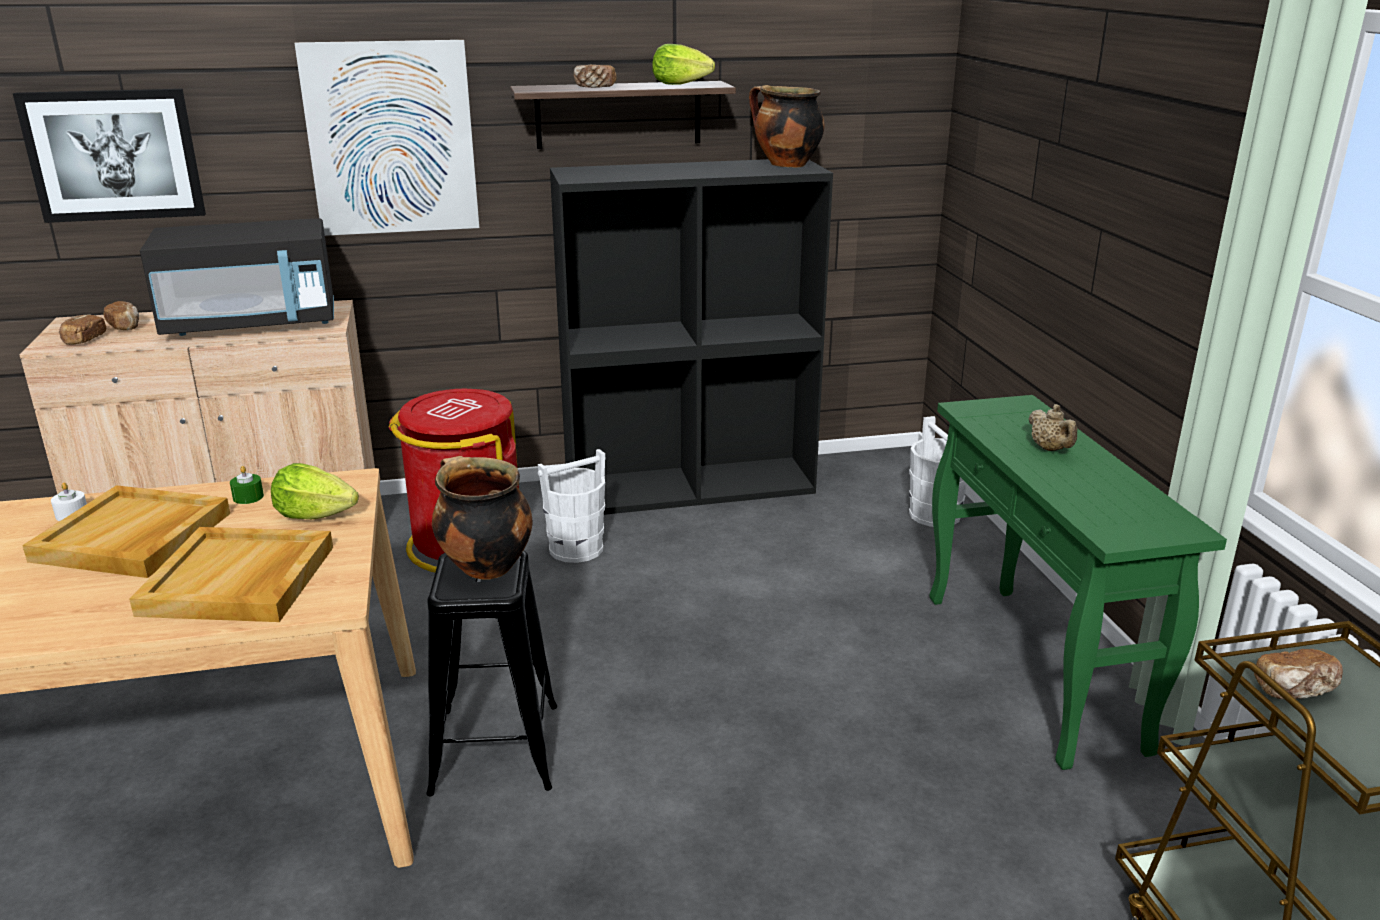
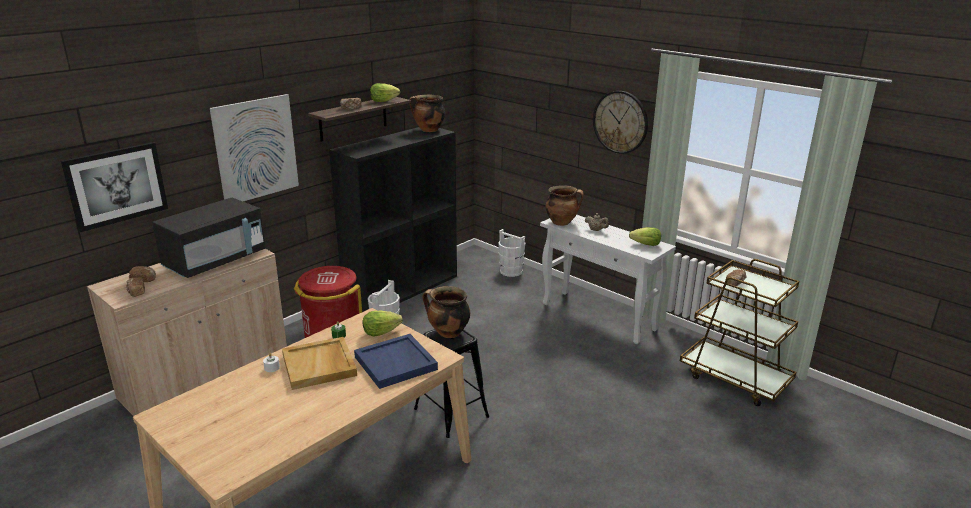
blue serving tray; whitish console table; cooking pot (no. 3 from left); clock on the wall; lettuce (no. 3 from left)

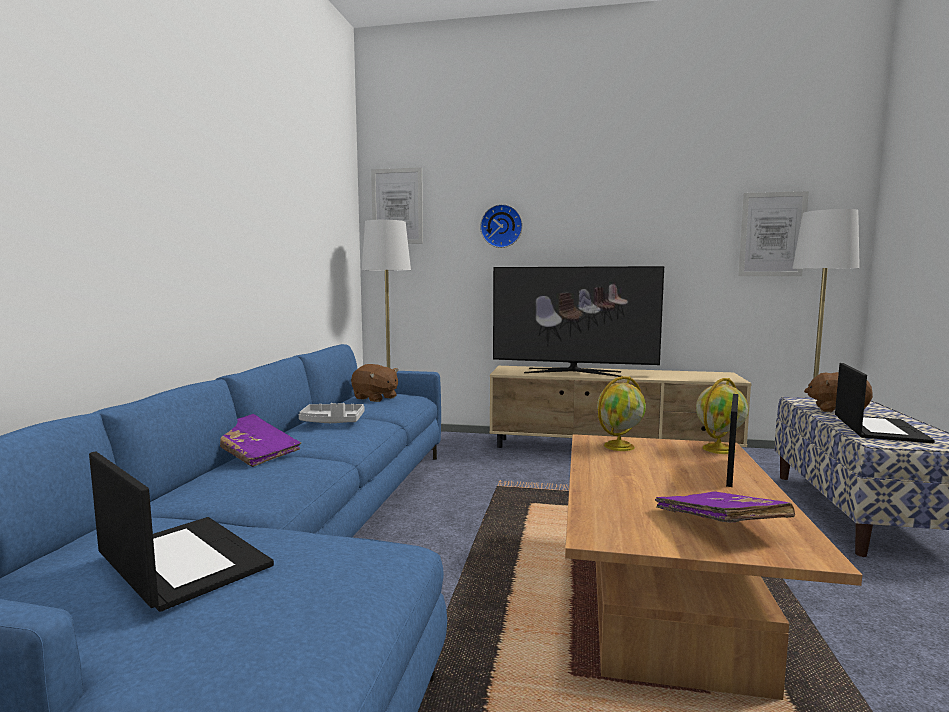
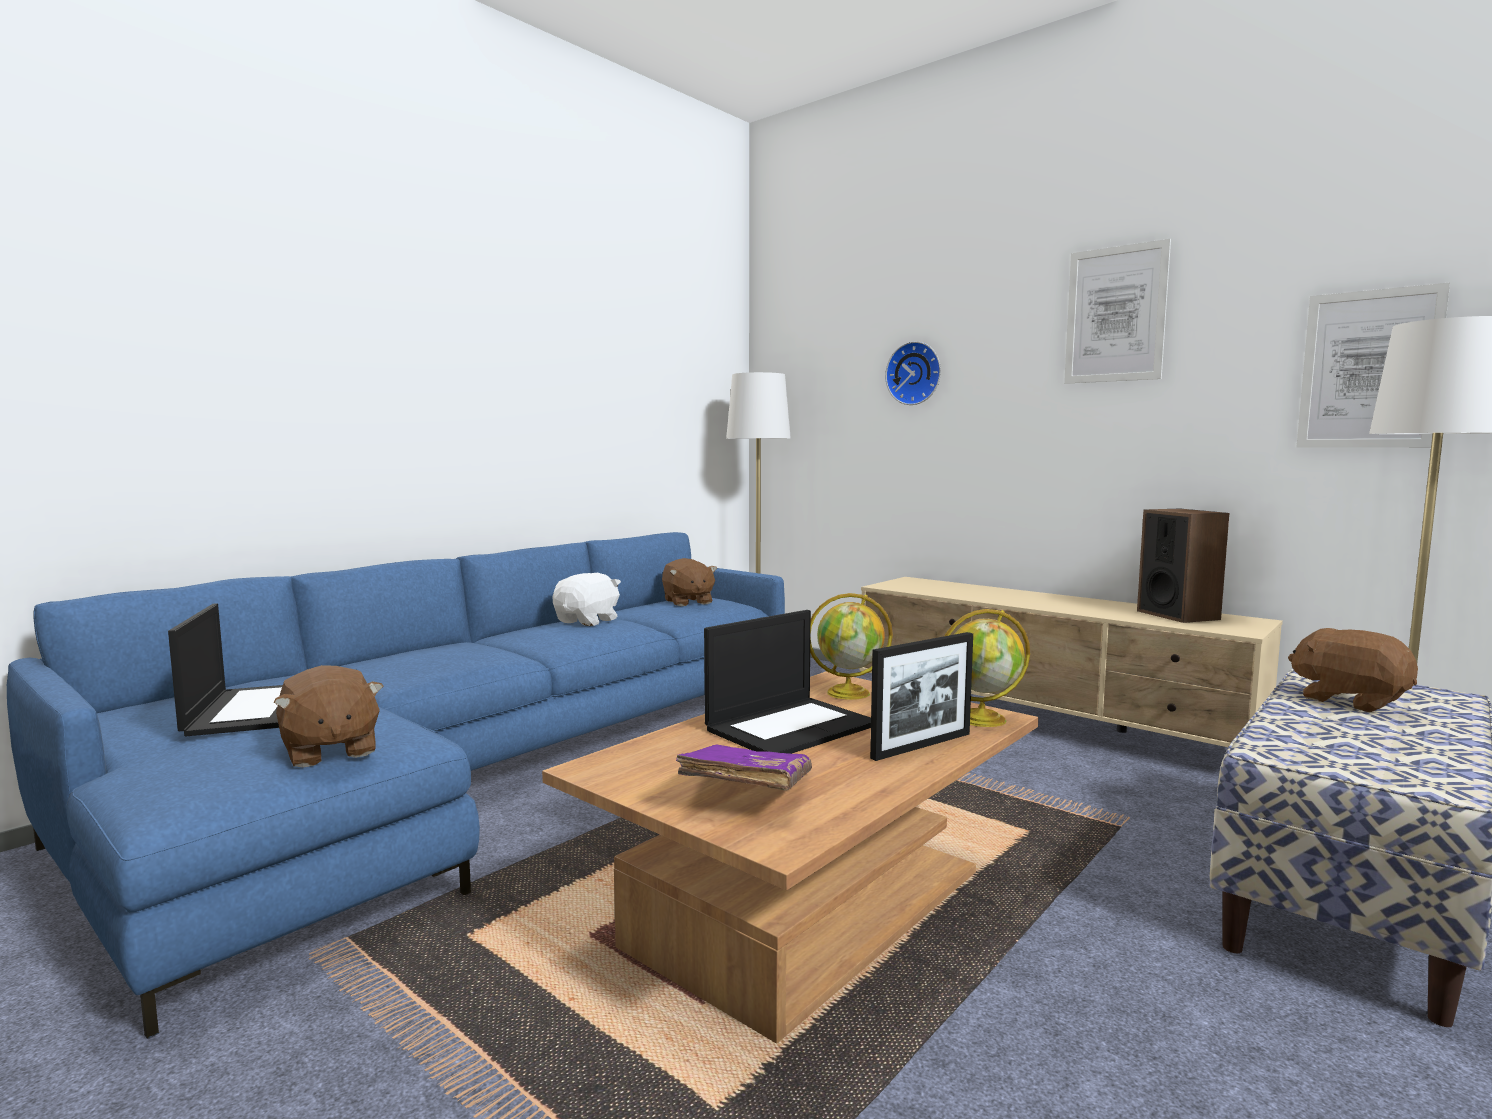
purplish book (no. 1 from left in the first image); whitish soft toy; wall art (no. 1 from left); TV set; notebook computer (no. 2 from left); brownish soft toy (no. 1 from left); speaker

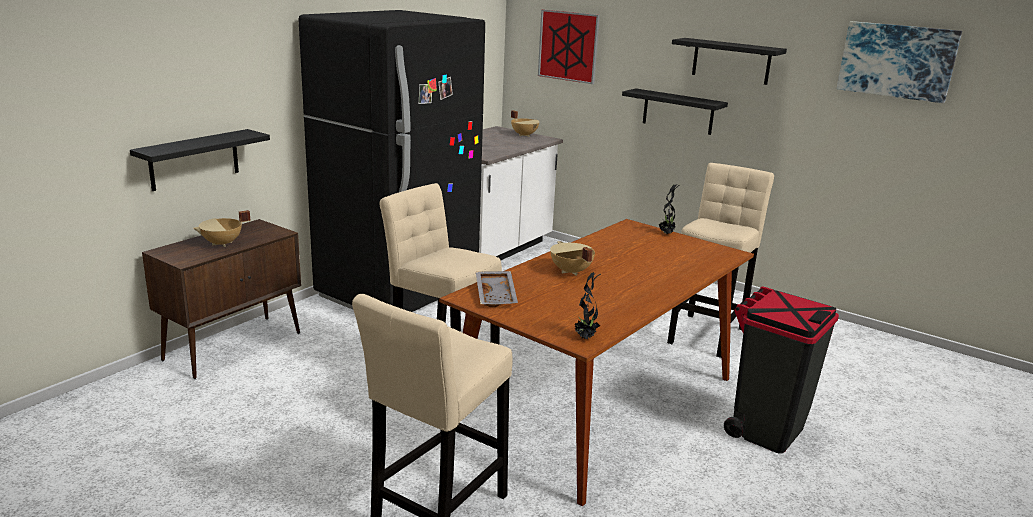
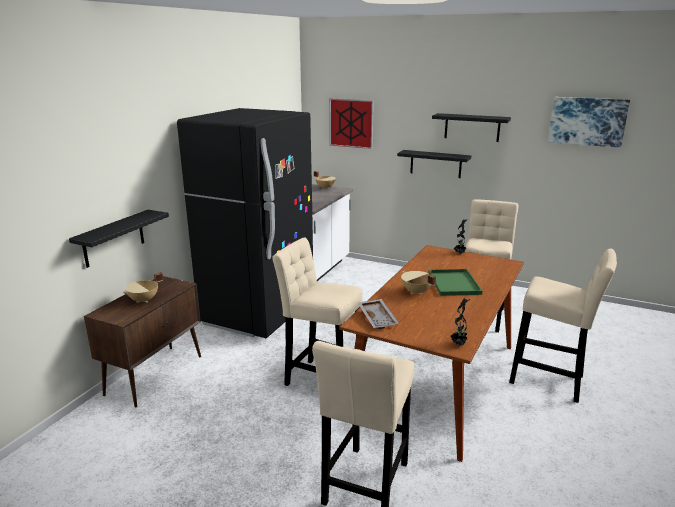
beige stool seat (no. 4 from left); green serving tray

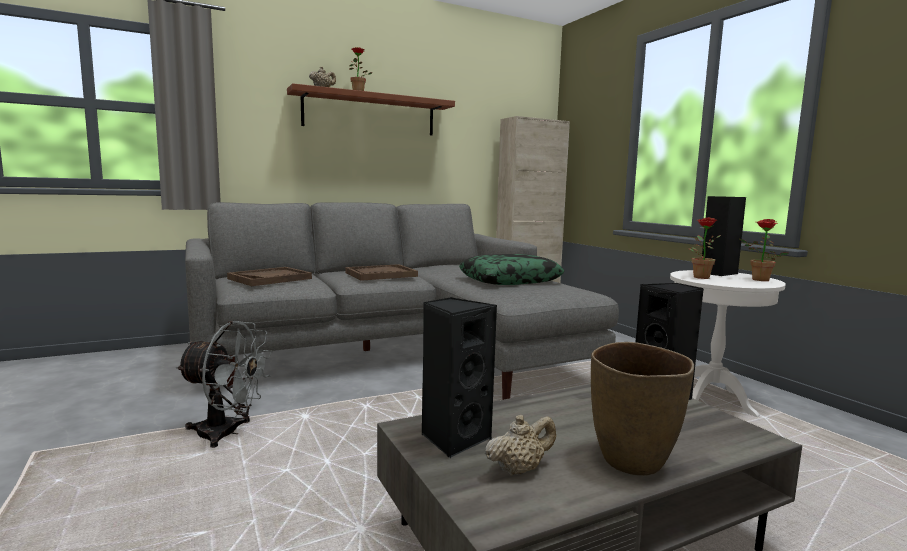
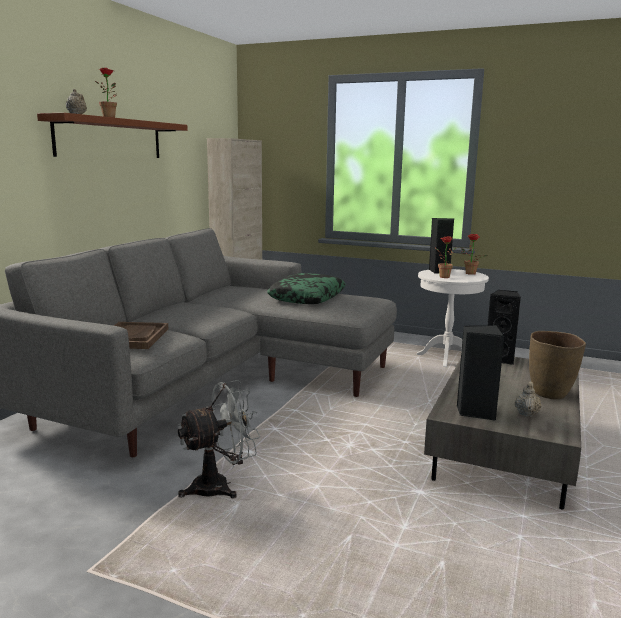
brownish serving tray (no. 2 from left in the first image)

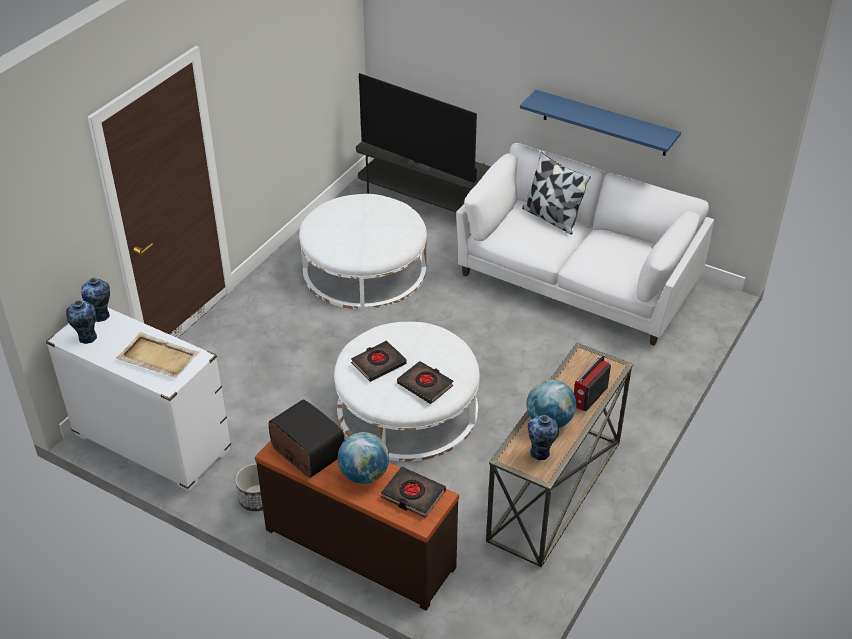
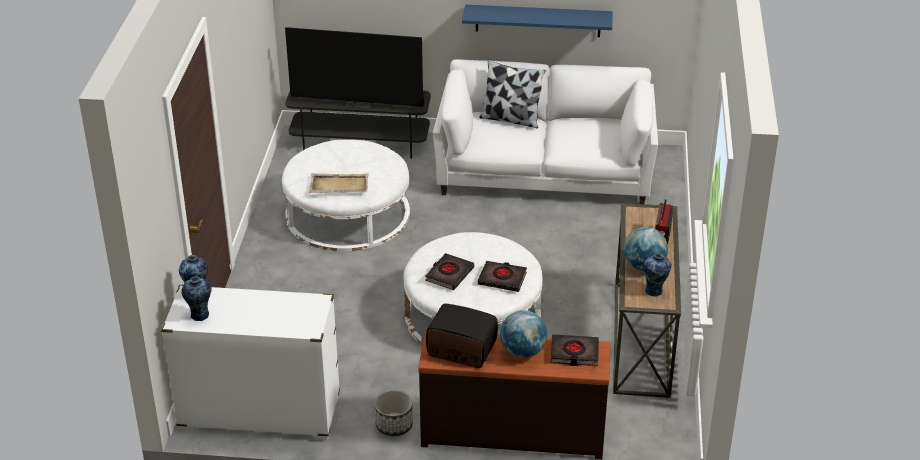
beige serving tray

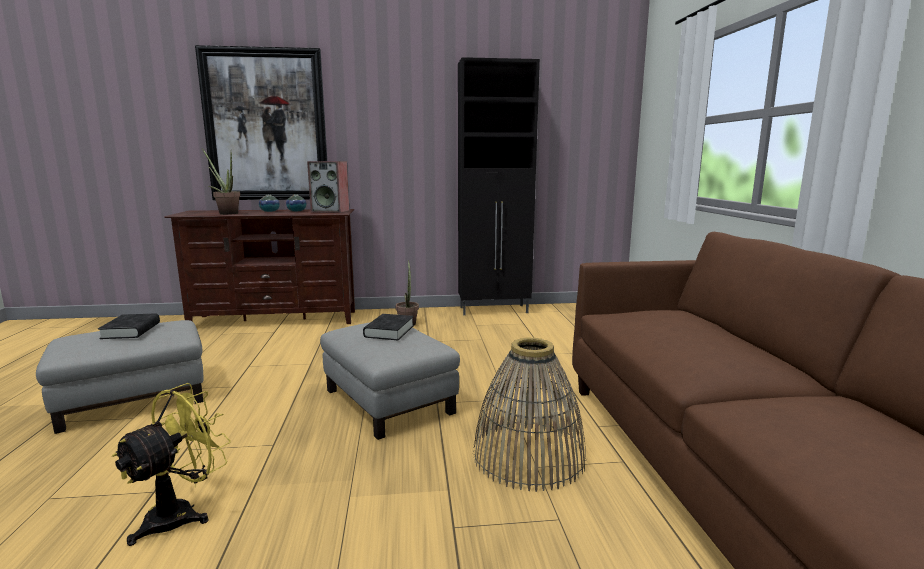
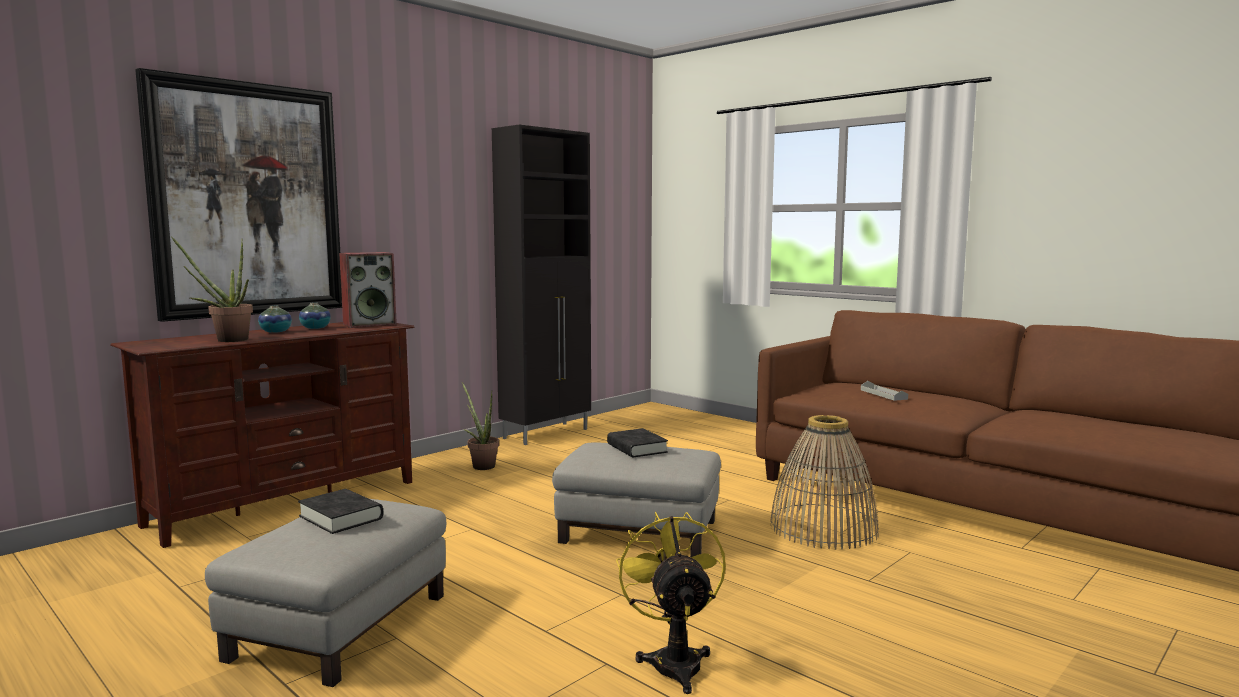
grey serving tray

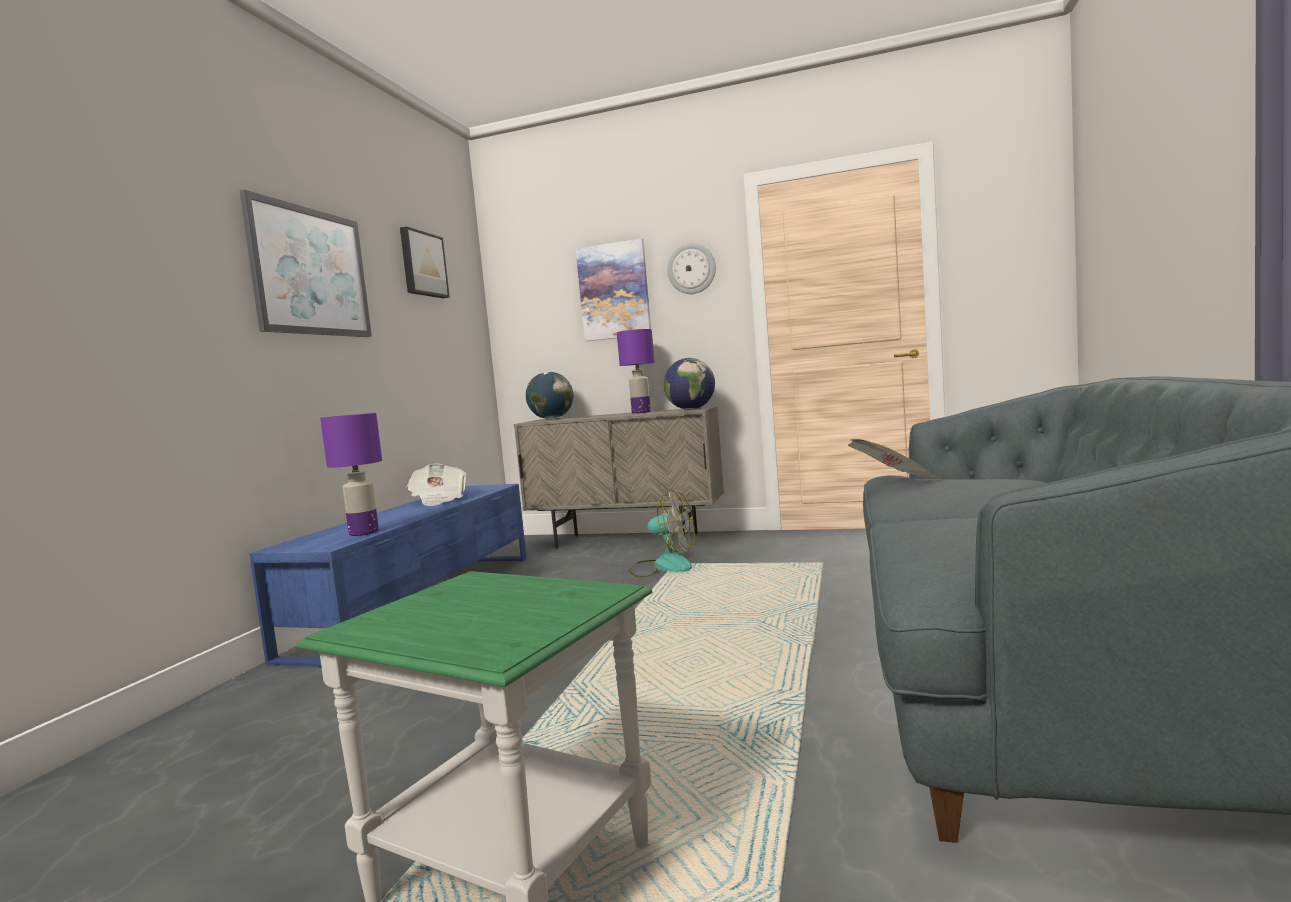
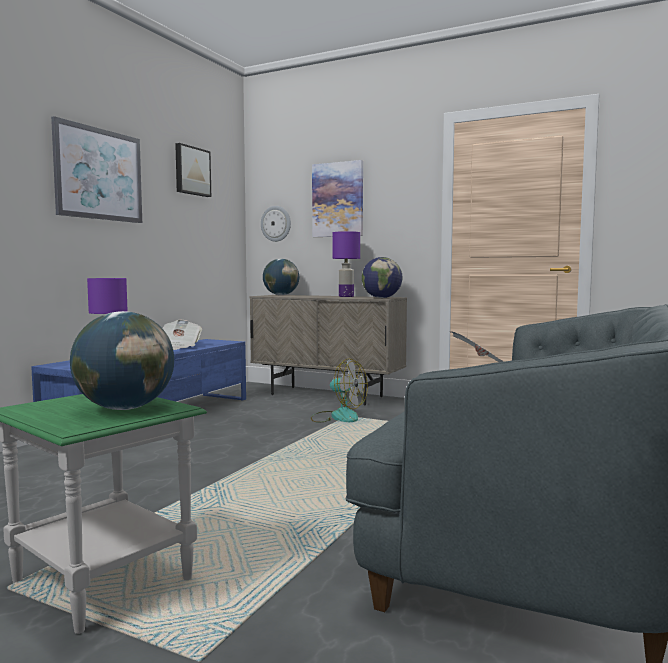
clock on the wall; desk globe (no. 1 from left)

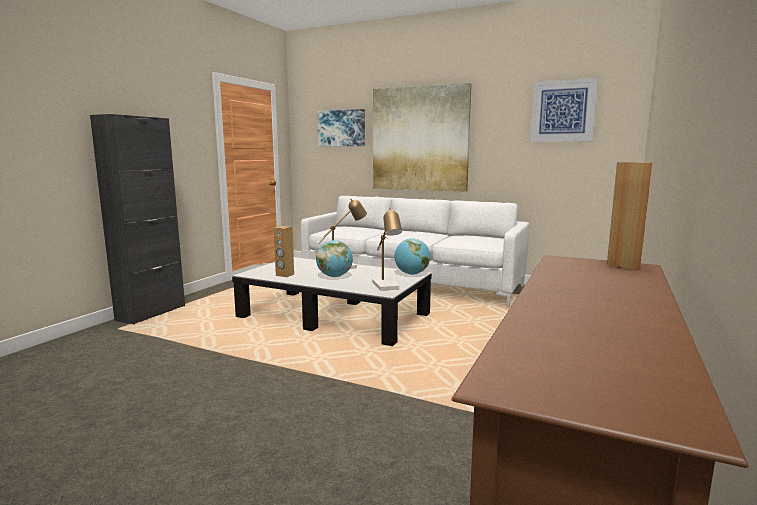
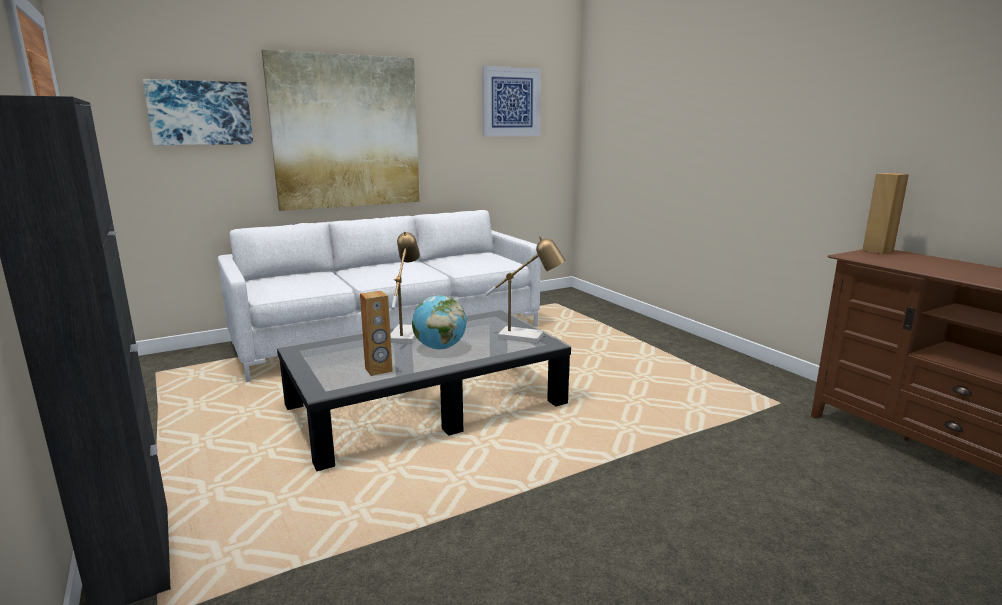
desk globe (no. 2 from left in the first image)

